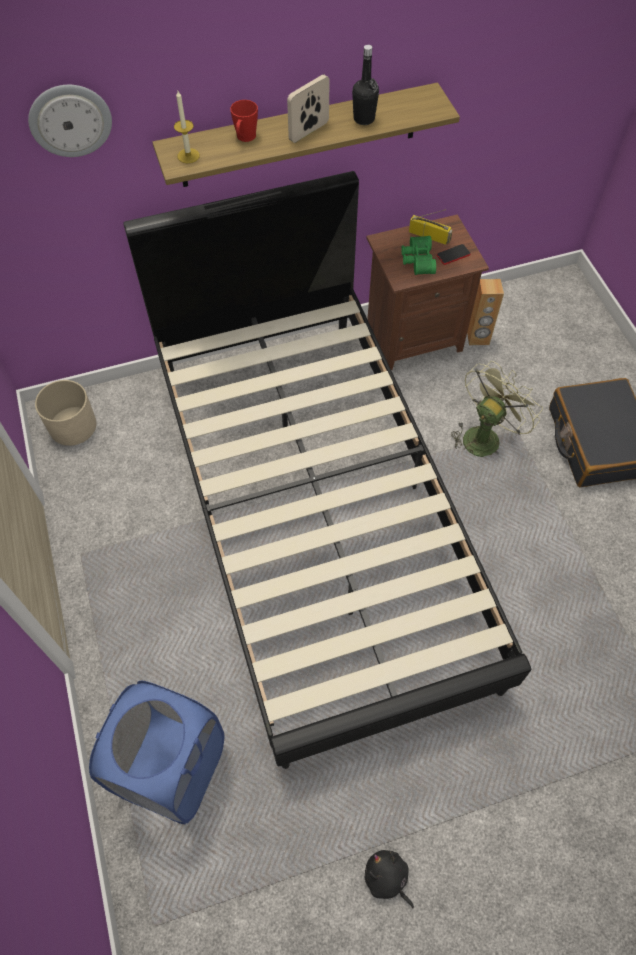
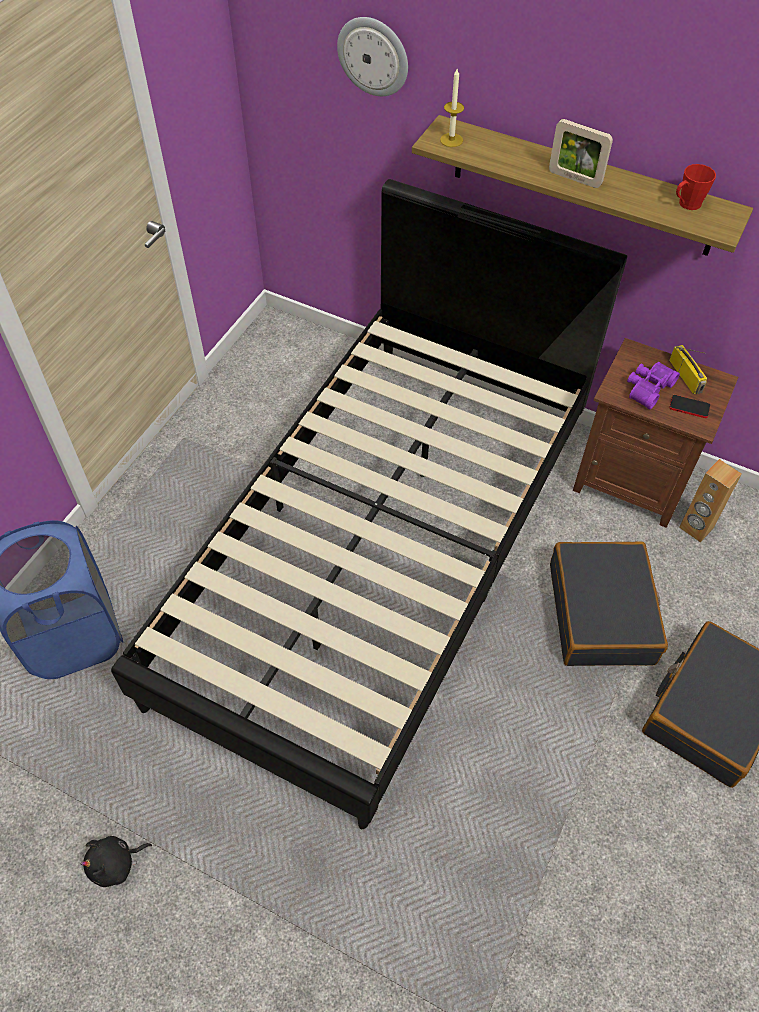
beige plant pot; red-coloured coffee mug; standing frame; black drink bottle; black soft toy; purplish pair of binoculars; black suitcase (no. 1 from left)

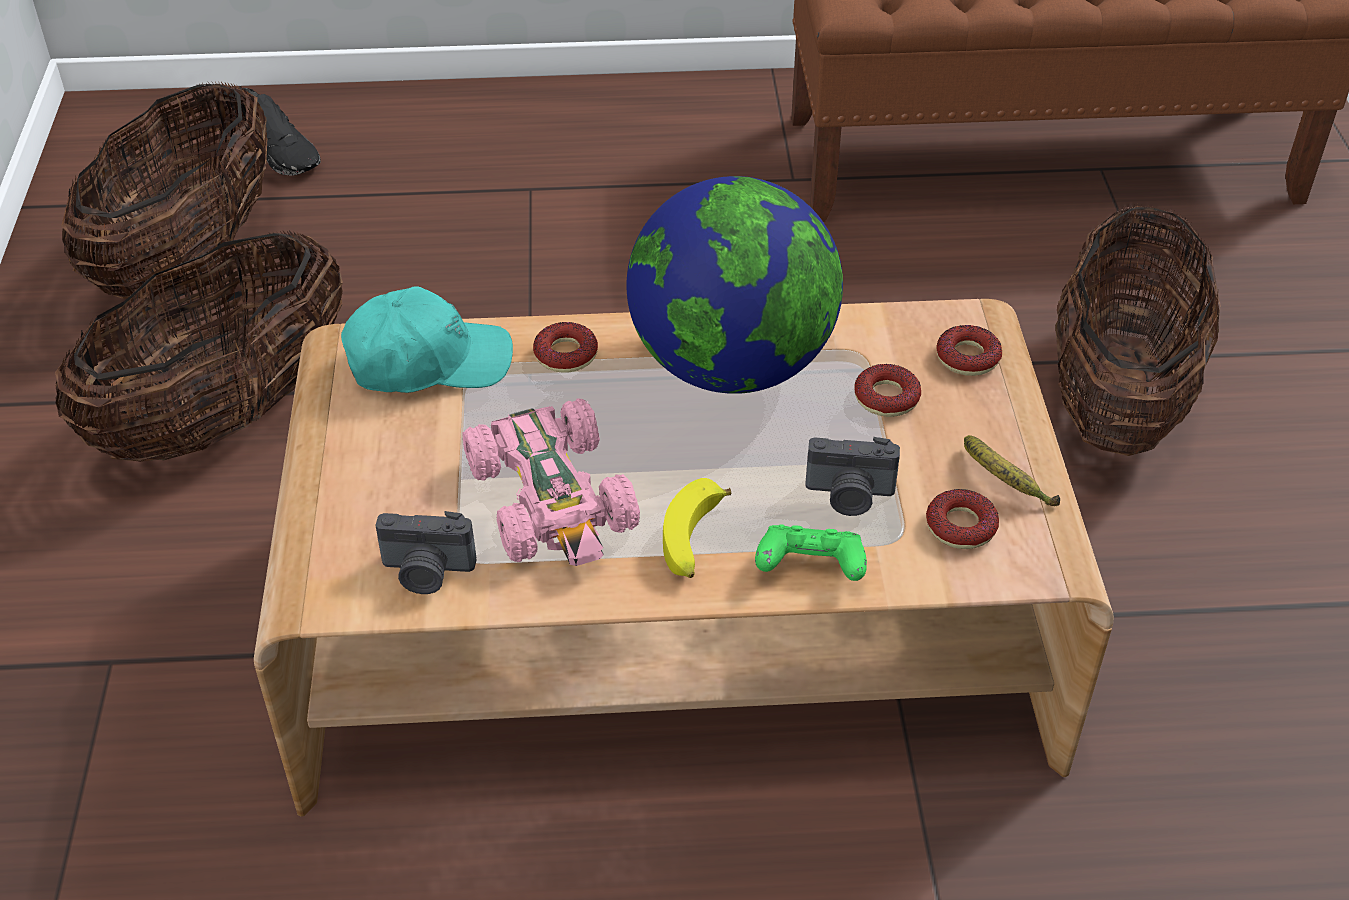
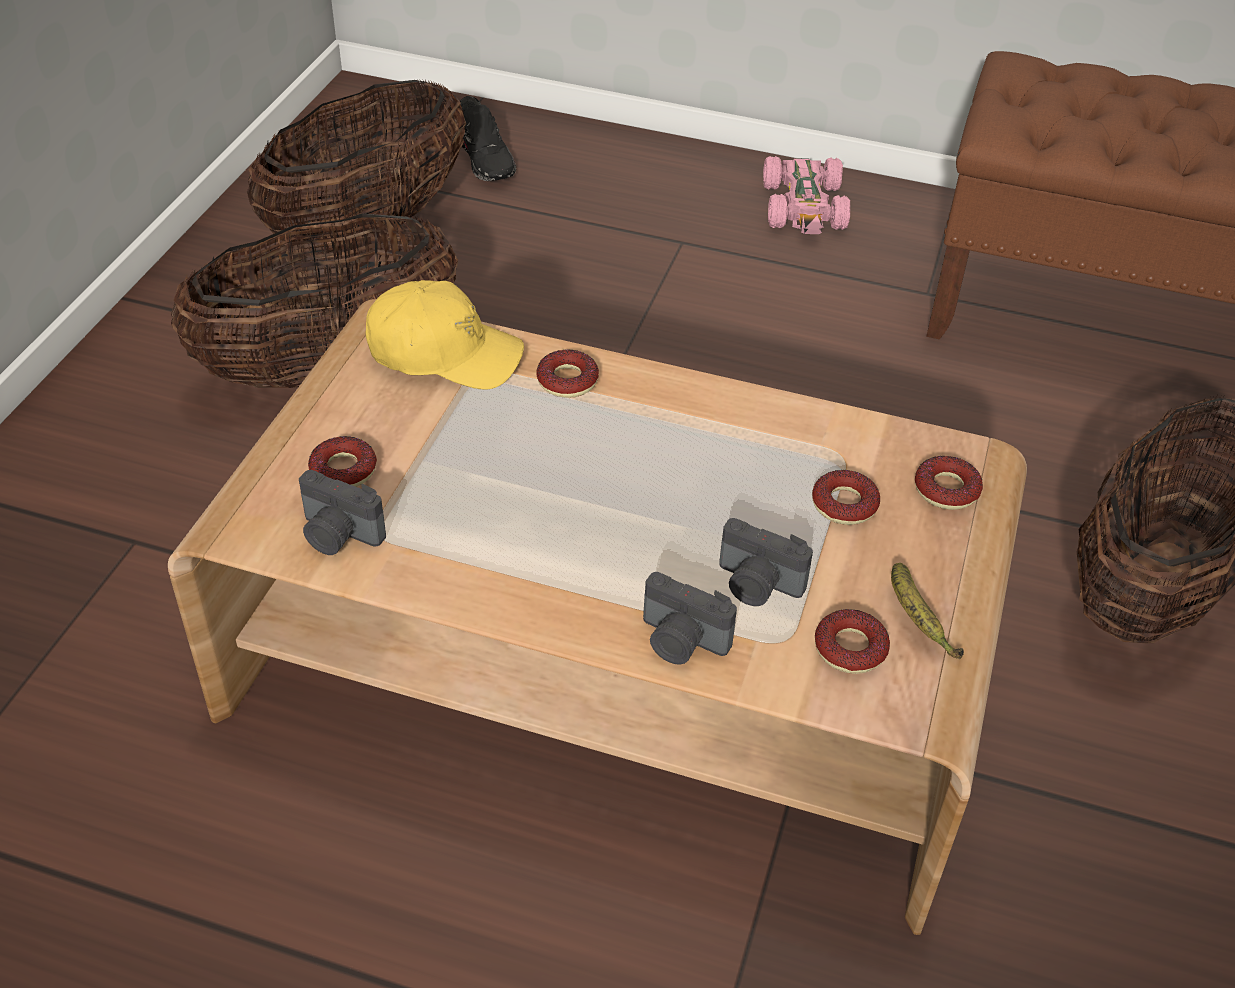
yellowish cap; pinkish toy car; desk globe; whole banana (no. 1 from left in the first image); photo camera (no. 2 from left); doughnut (no. 1 from left)

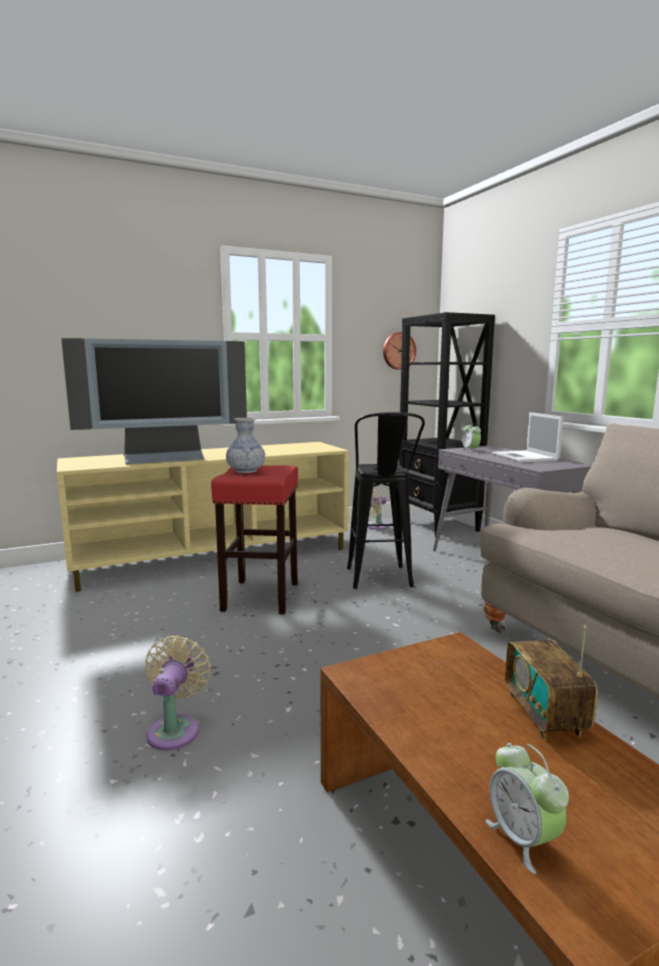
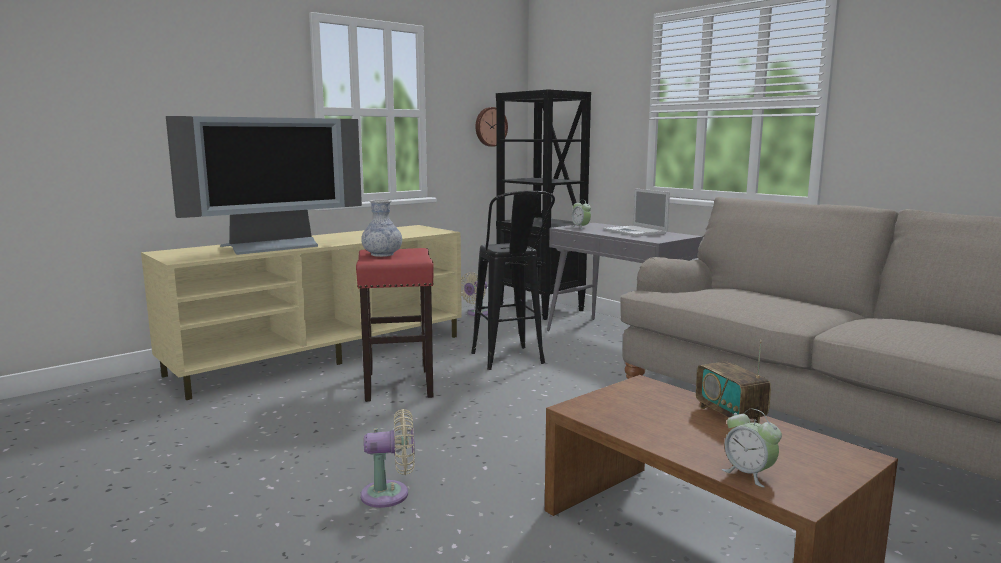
beige fan (no. 1 from left)

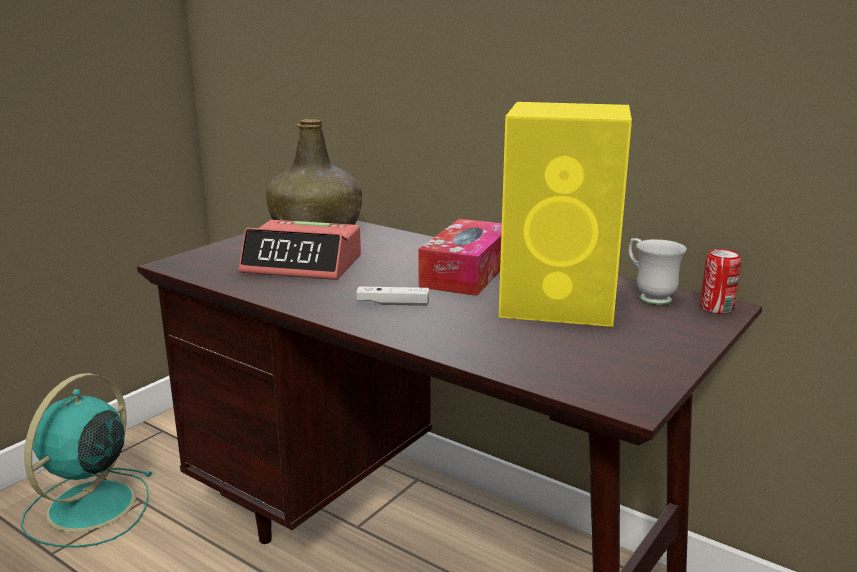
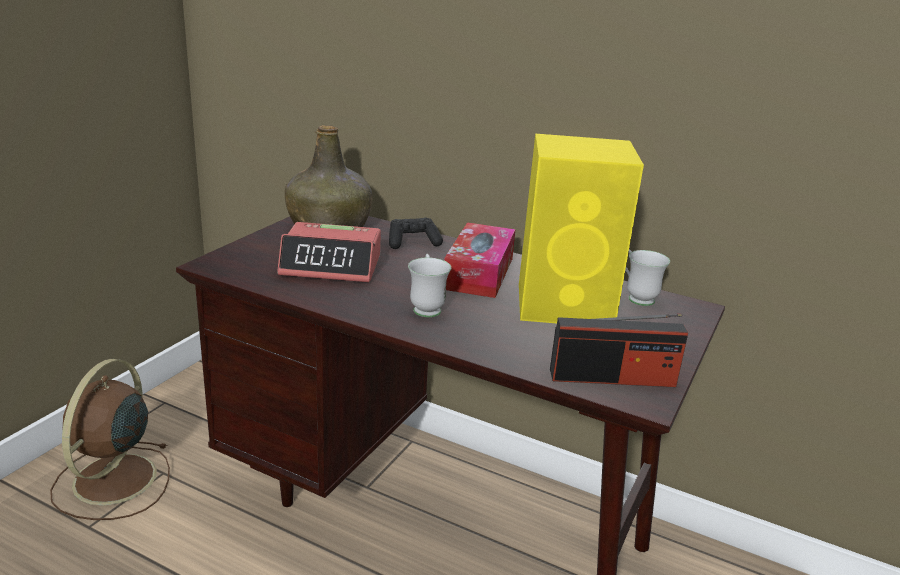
brownish fan; whitish coffee mug (no. 1 from left); sealed can; black gamepad; radio receiver

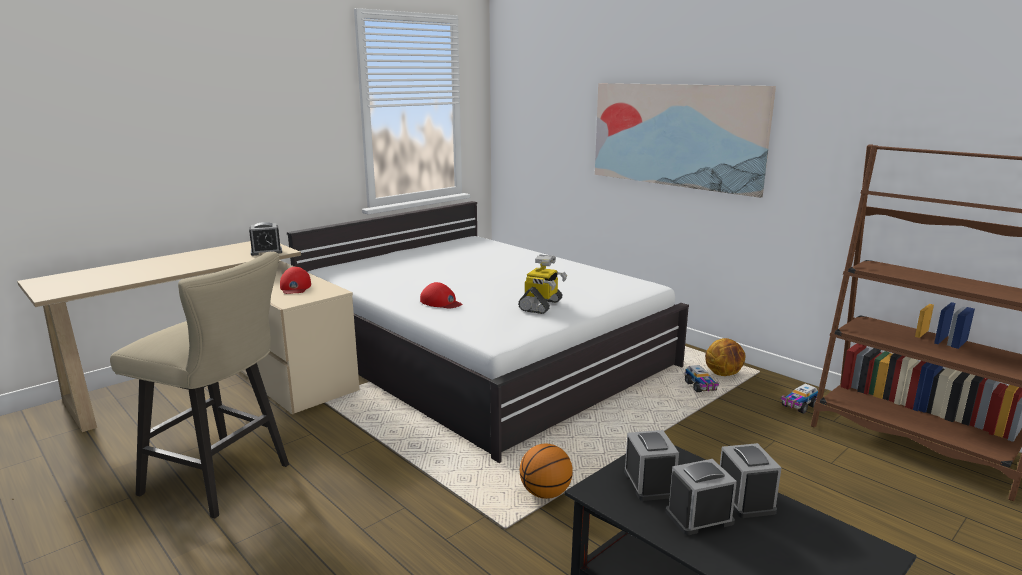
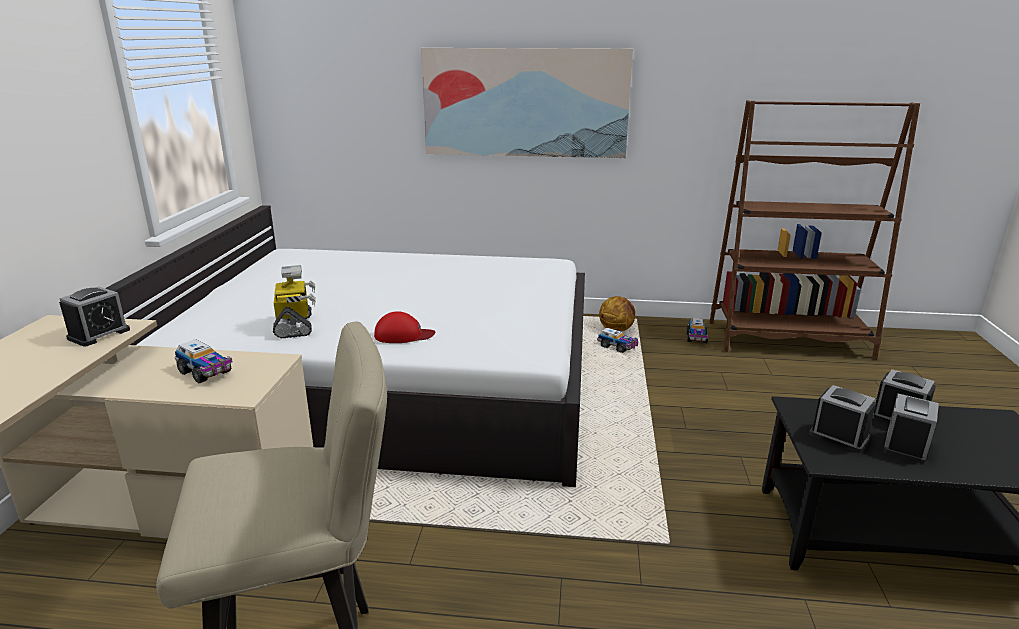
toy truck (no. 1 from left); toy robot; basketball (no. 1 from left in the first image)

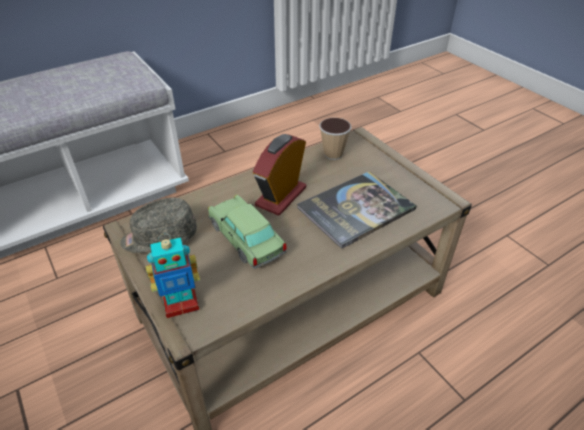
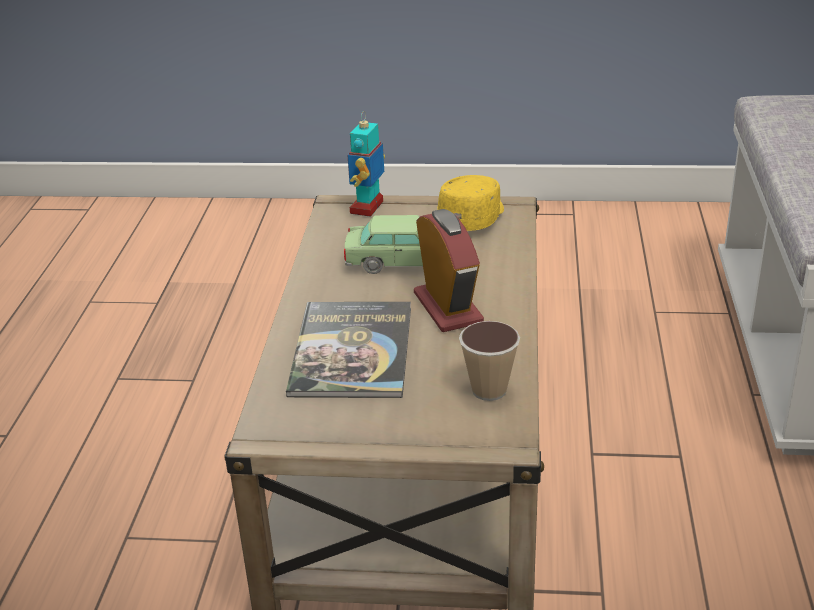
yellowish cap

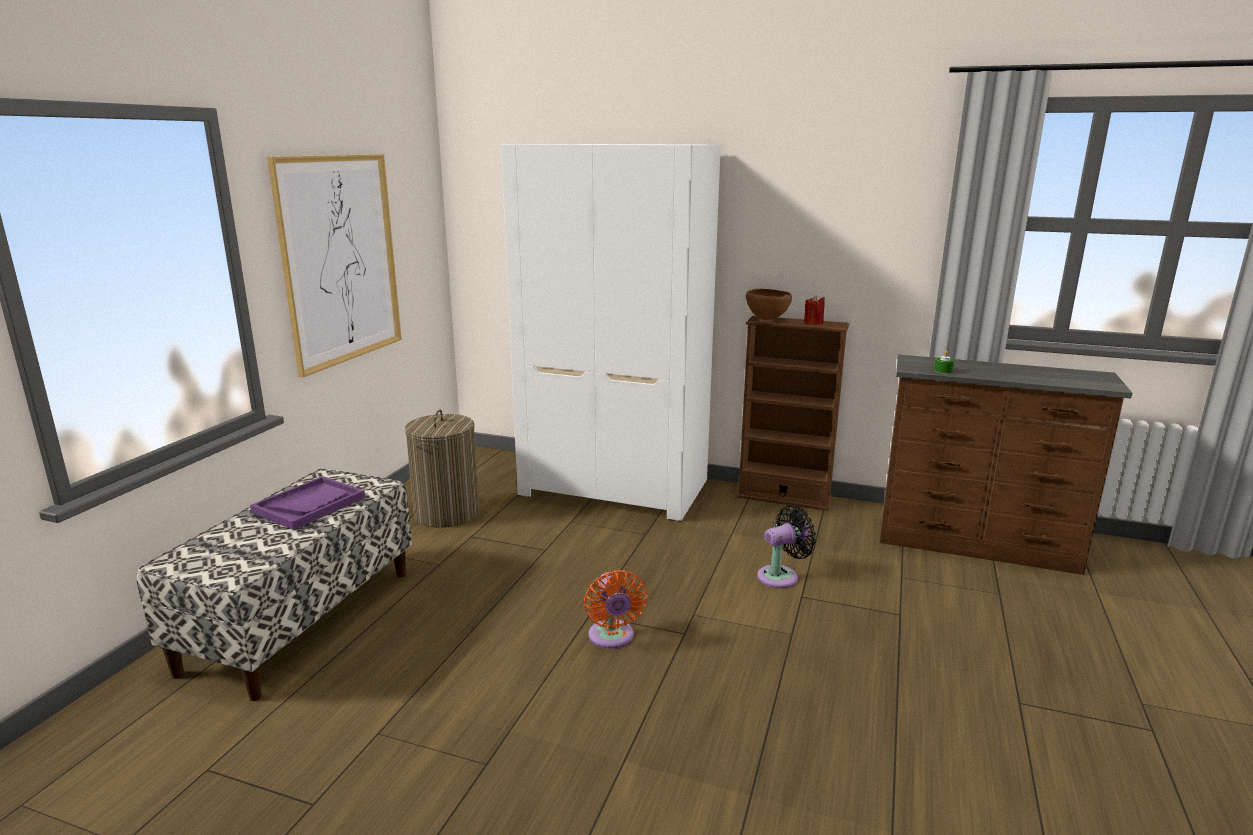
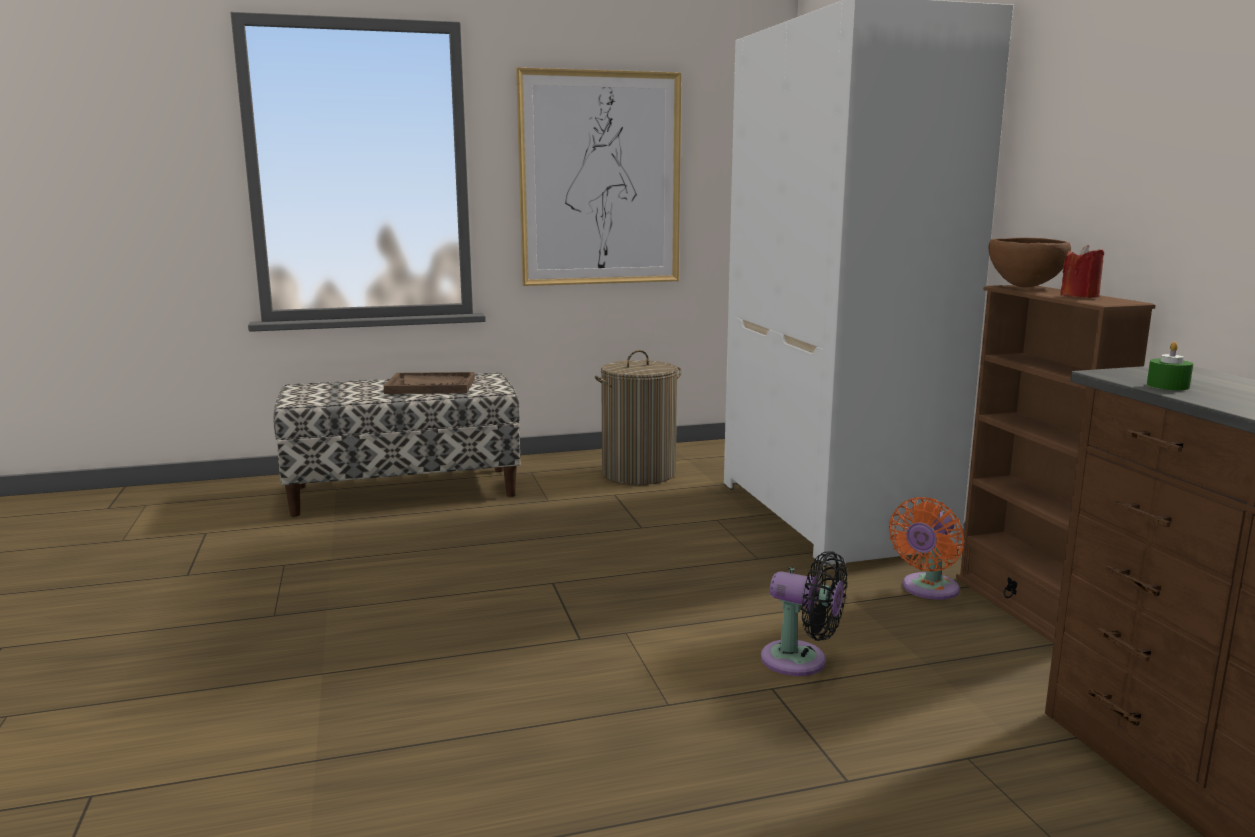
brownish serving tray; orange-coloured fan

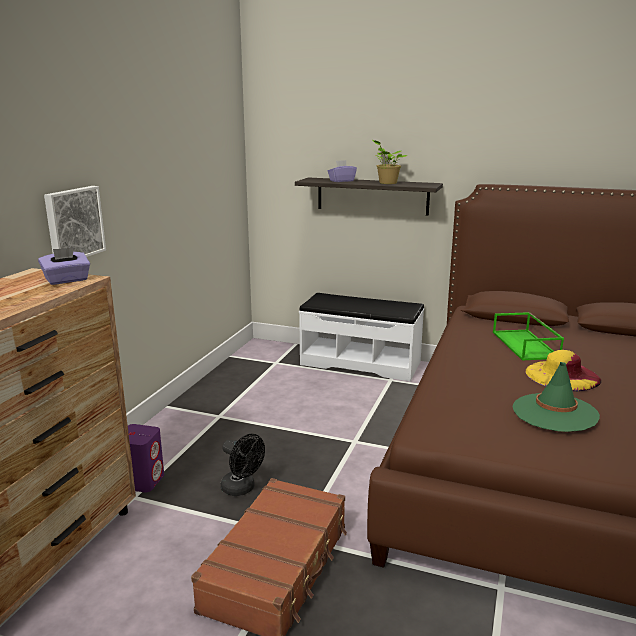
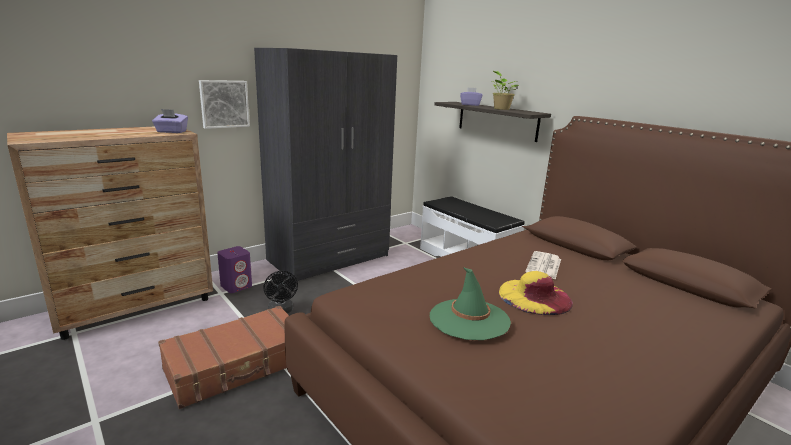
printed paper; grey armoire

